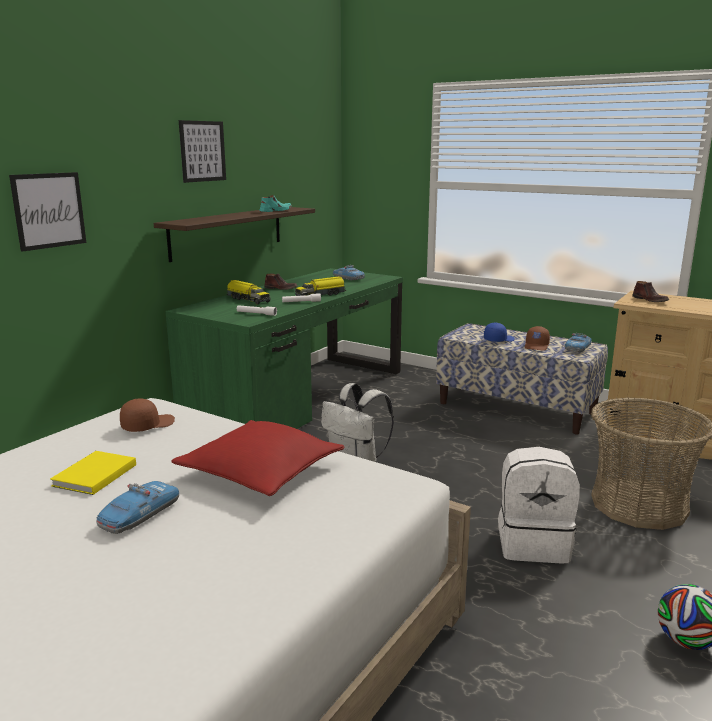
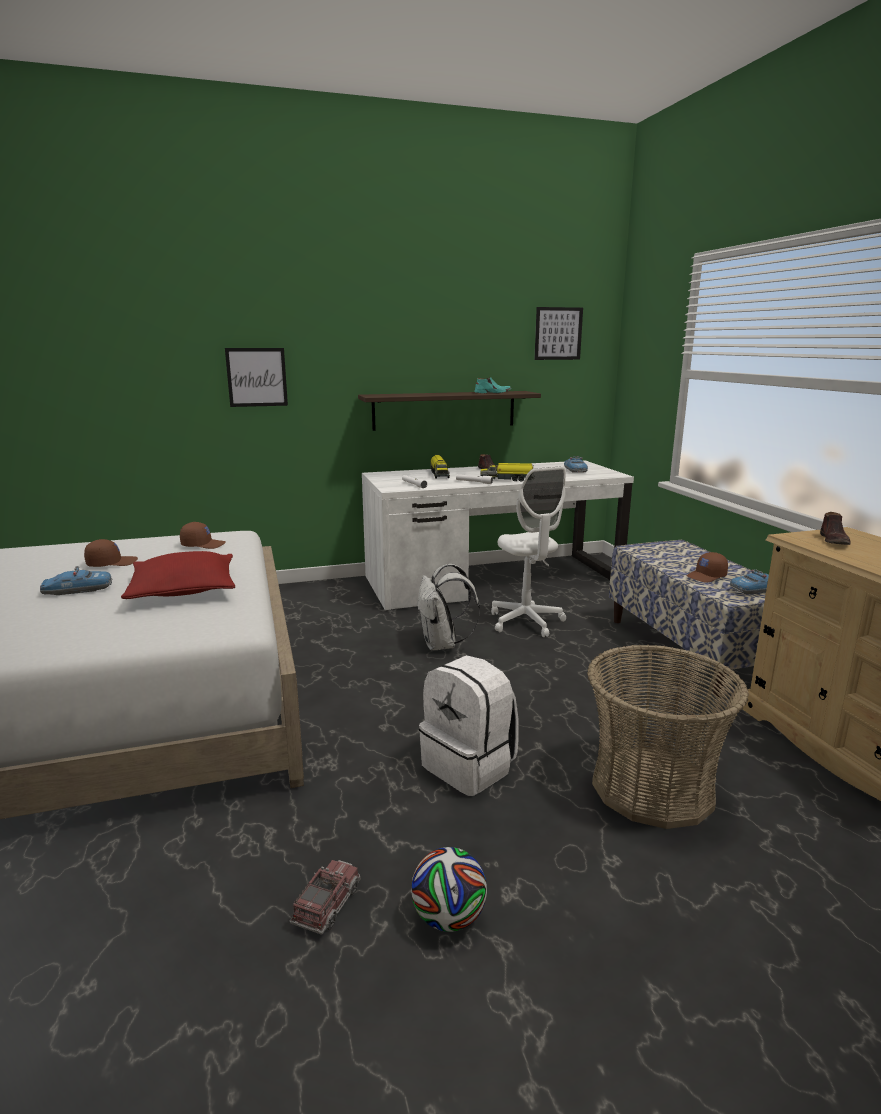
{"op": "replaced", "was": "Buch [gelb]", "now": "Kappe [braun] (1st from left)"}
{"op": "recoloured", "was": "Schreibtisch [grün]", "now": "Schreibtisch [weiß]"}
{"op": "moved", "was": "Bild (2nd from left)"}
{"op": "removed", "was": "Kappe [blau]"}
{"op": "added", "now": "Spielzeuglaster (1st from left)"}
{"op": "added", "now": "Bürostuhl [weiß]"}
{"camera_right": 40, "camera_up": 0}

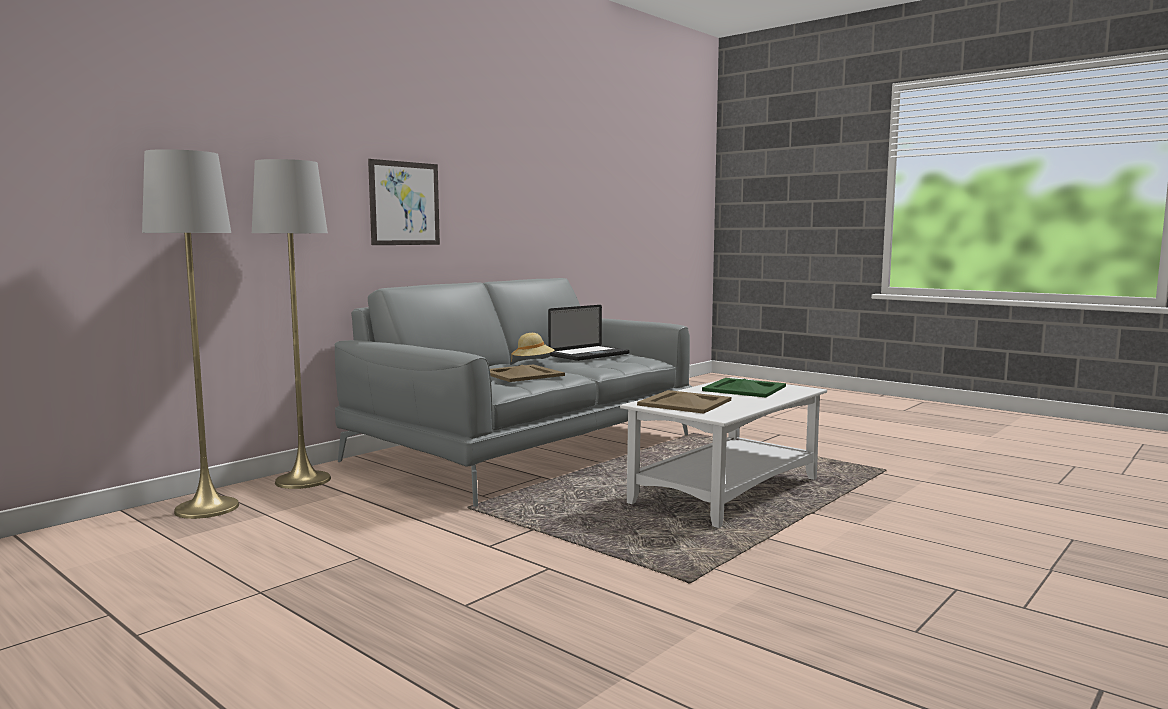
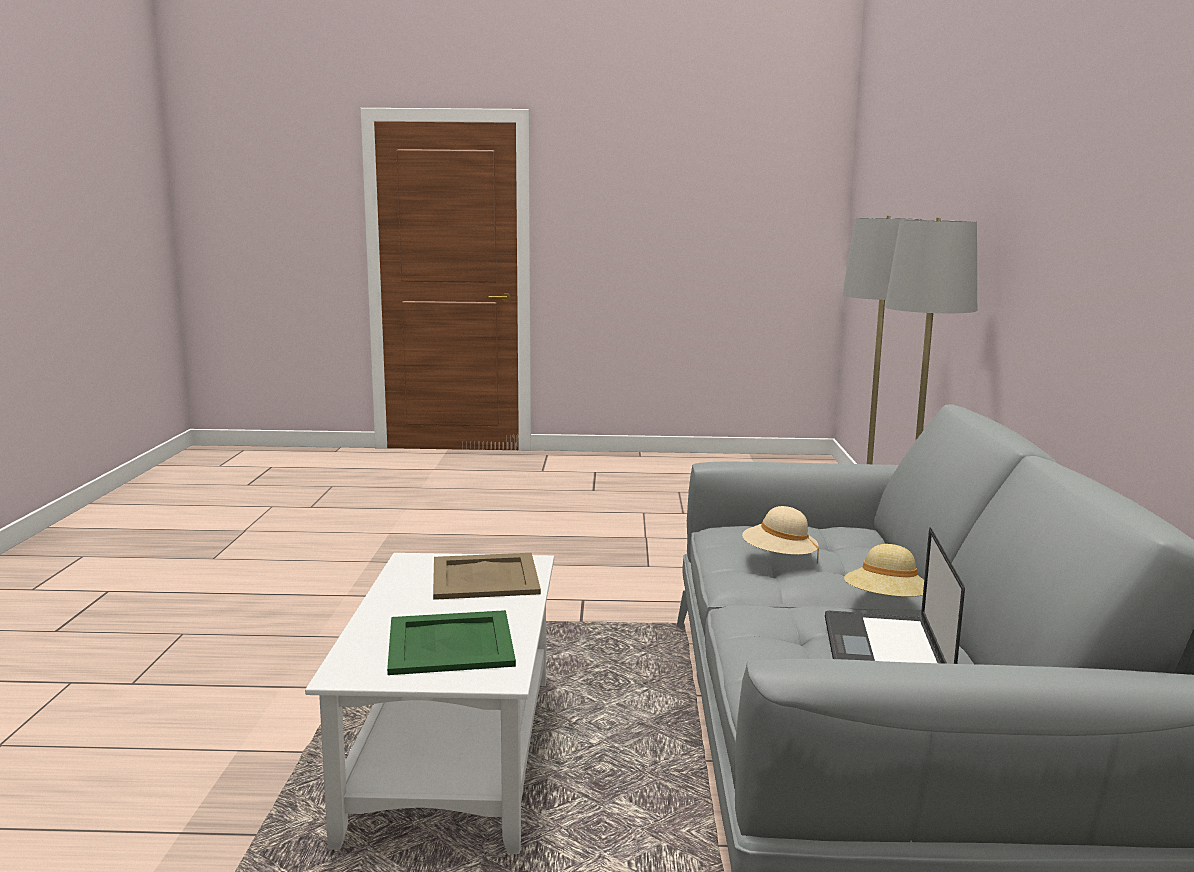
{"op": "removed", "was": "Bild"}
{"op": "replaced", "was": "Tablett [beige] (1st from left)", "now": "Hut [beige] (1st from left)"}
{"camera_right": 140, "camera_up": 5}

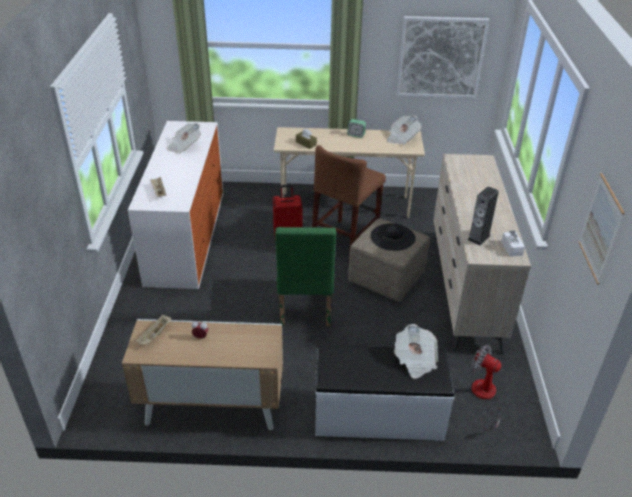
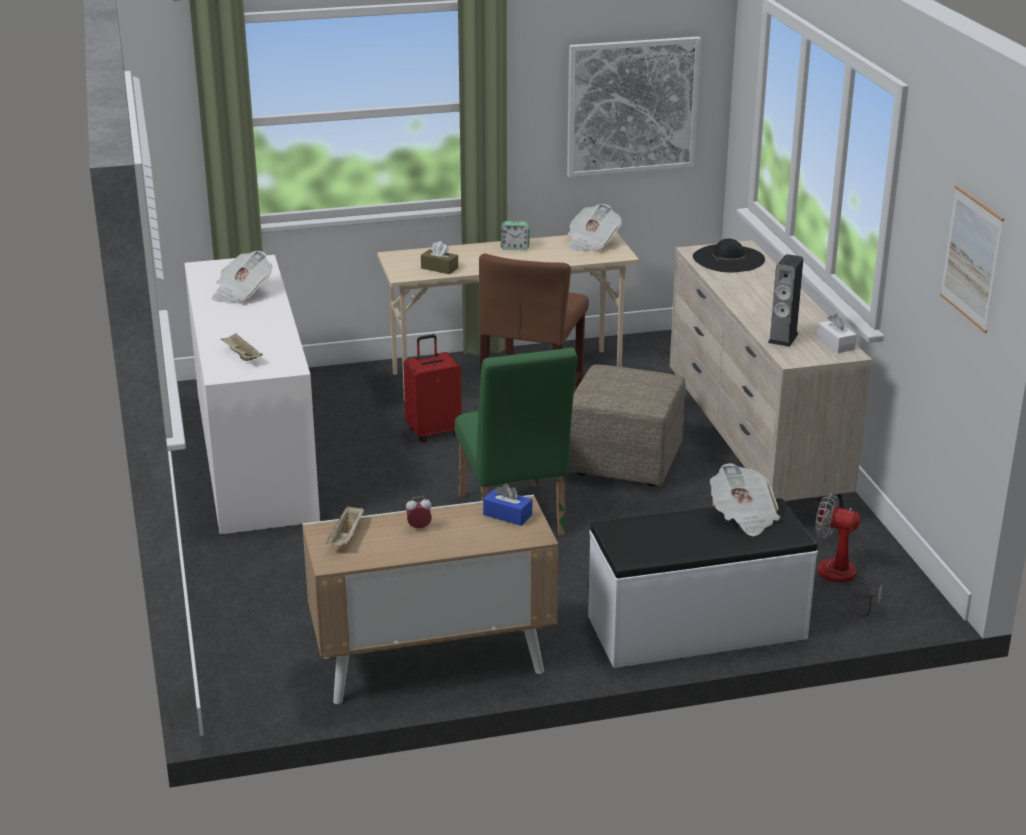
{"op": "moved", "was": "Hut [schwarz]"}
{"op": "added", "now": "Taschentuchbox [blau]"}
{"camera_right": -15, "camera_up": -10}

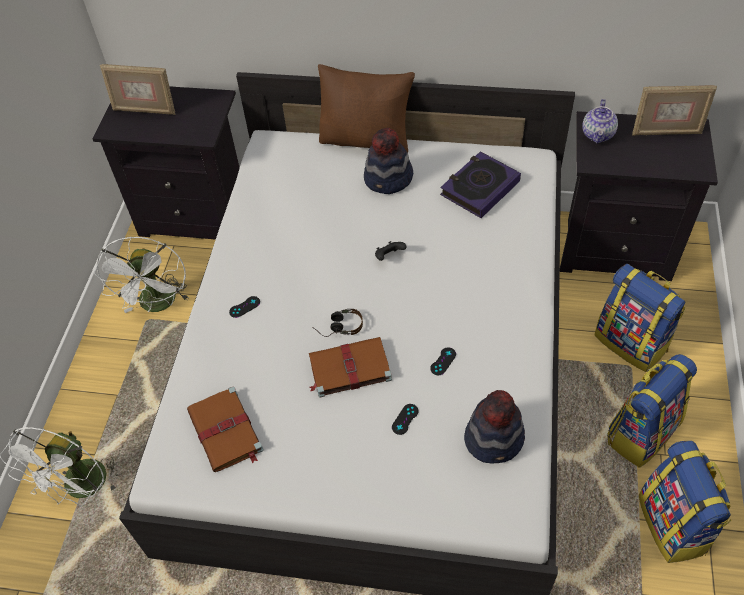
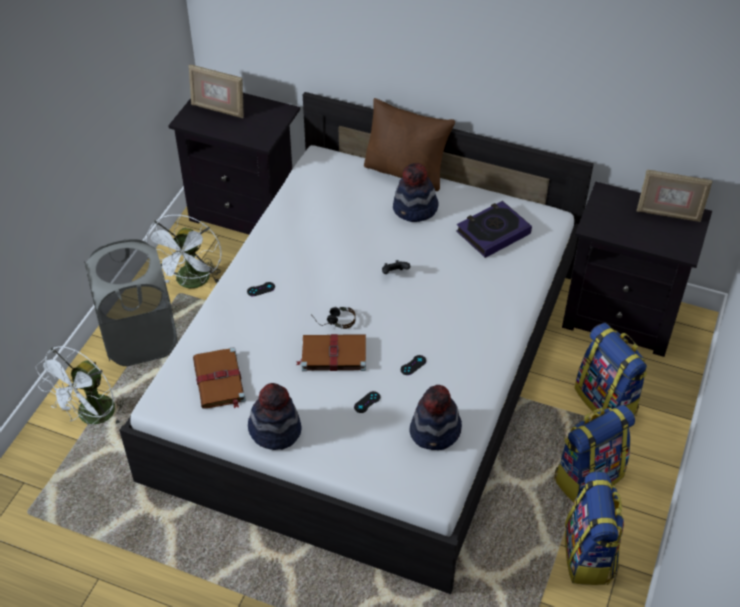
{"op": "removed", "was": "Teekanne"}
{"op": "added", "now": "Wäschekorb [grau]"}
{"op": "added", "now": "Hut (1st from left)"}
{"camera_right": 10, "camera_up": -5}

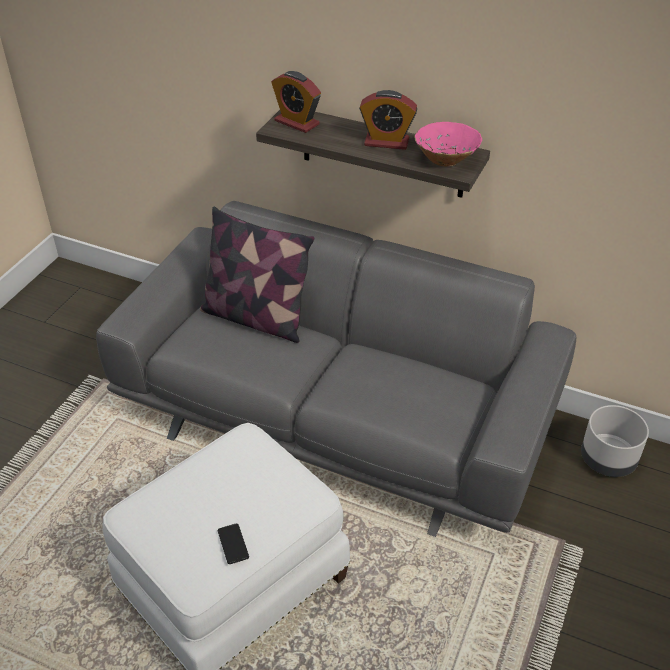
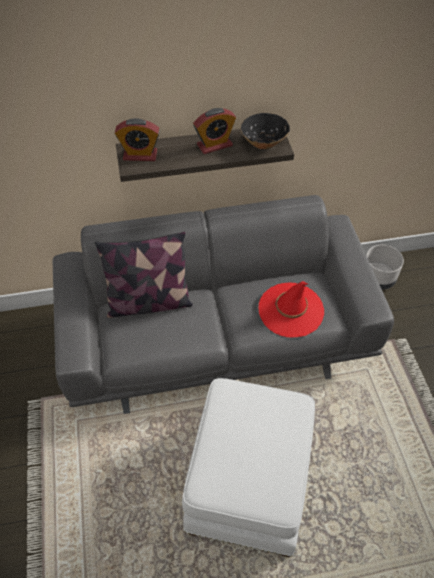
{"op": "removed", "was": "Handy"}
{"op": "recoloured", "was": "Schüssel [rosa]", "now": "Schüssel [schwarz]"}
{"op": "added", "now": "Hut [rot]"}
{"camera_right": -35, "camera_up": 10}

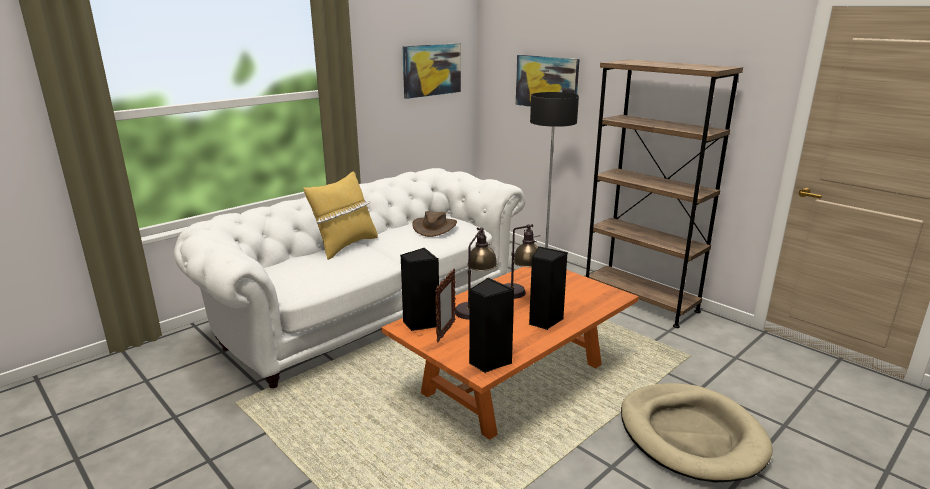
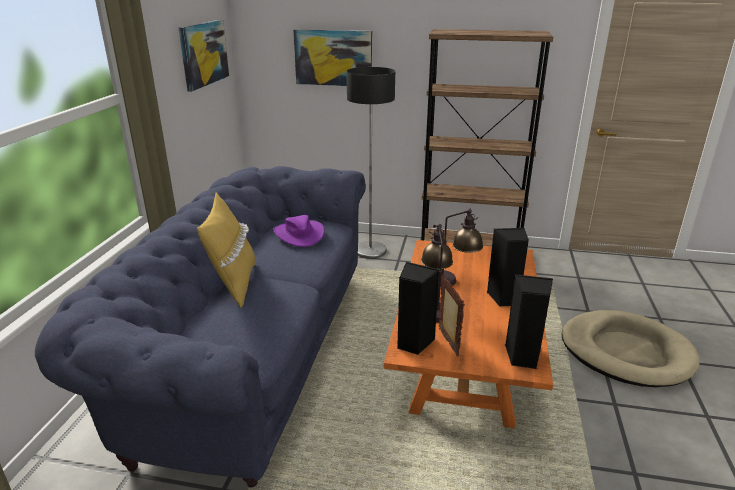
{"op": "recoloured", "was": "Sofa [weiß]", "now": "Sofa [blau]"}
{"op": "recoloured", "was": "Hut [braun]", "now": "Hut [lila]"}
{"camera_right": -35, "camera_up": 5}

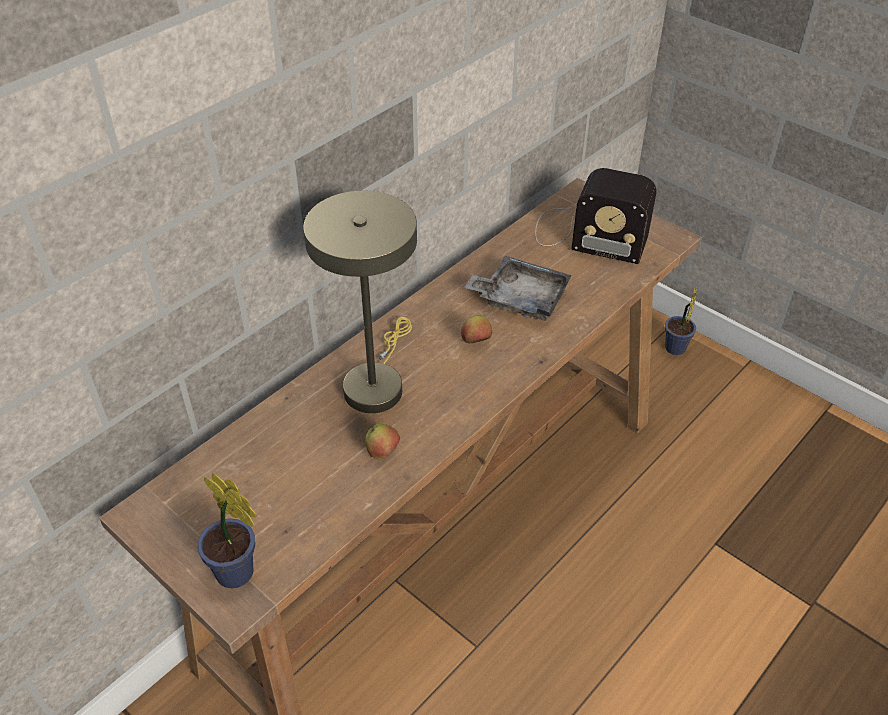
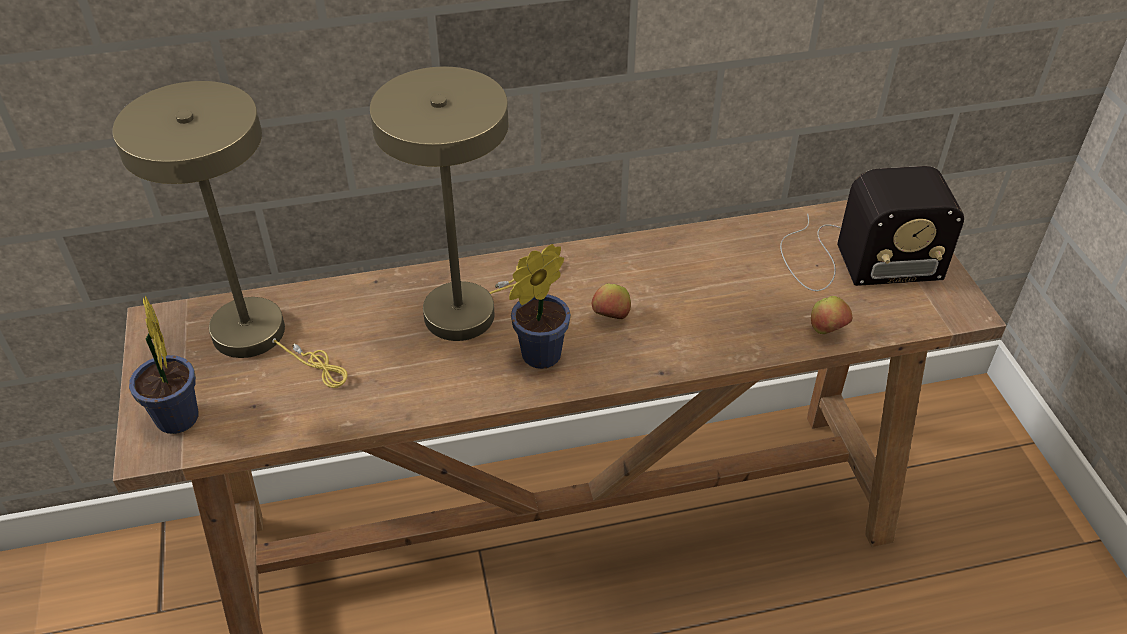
{"op": "moved", "was": "Apfel (1st from left in the first image)", "now": "Apfel (2nd from left)"}
{"op": "removed", "was": "Tablett [grau]"}
{"op": "turned", "was": "Radio", "clockwise": -60}
{"op": "moved", "was": "Topfpflanze (2nd from left)"}
{"op": "added", "now": "Tischlampe [beige] (1st from left)"}
{"camera_right": 35, "camera_up": 0}

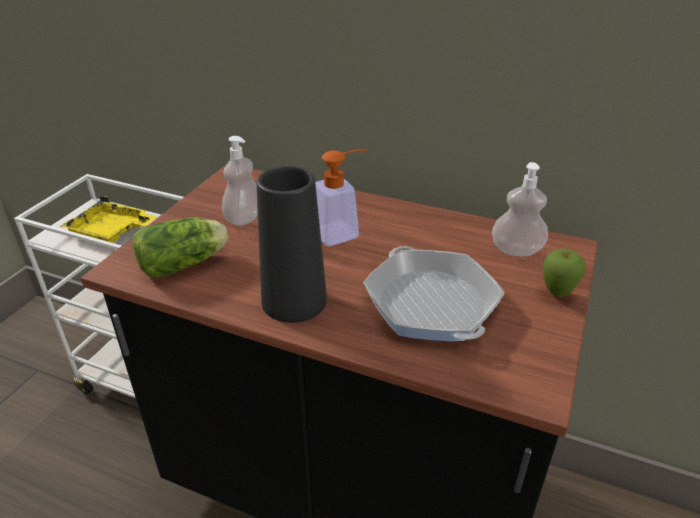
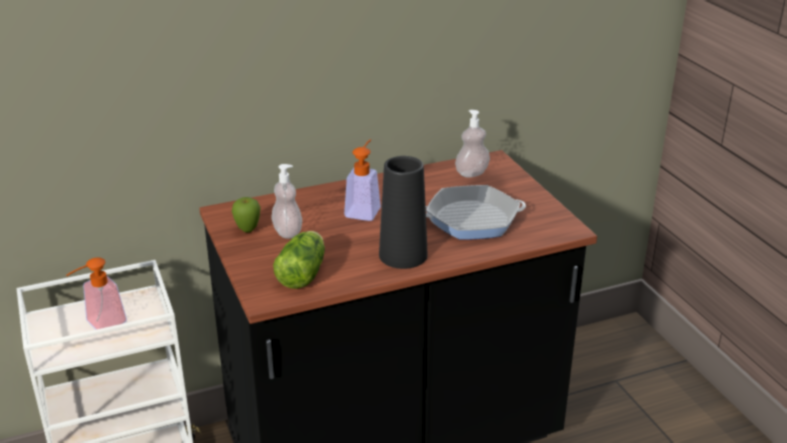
{"op": "replaced", "was": "Tablett [gelb]", "now": "Seifenspender (1st from left)"}
{"op": "turned", "was": "Pfanne", "clockwise": 150}
{"op": "moved", "was": "Apfel"}
{"camera_right": -45, "camera_up": -5}

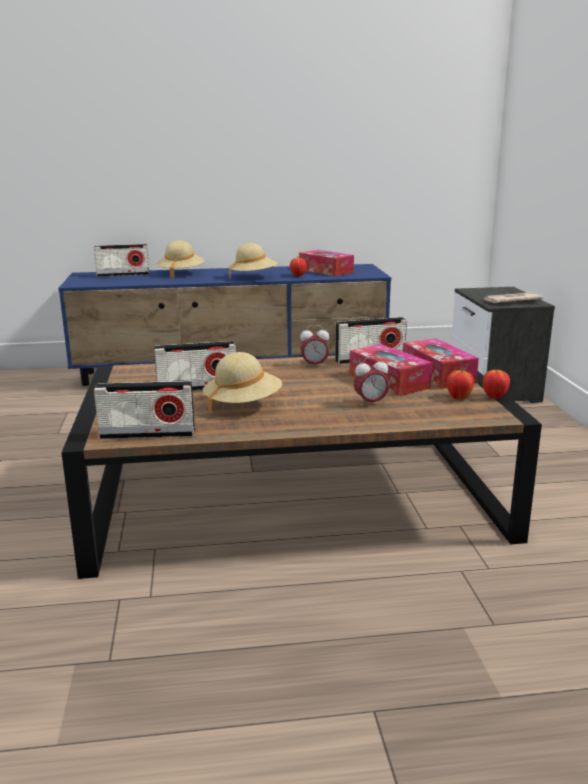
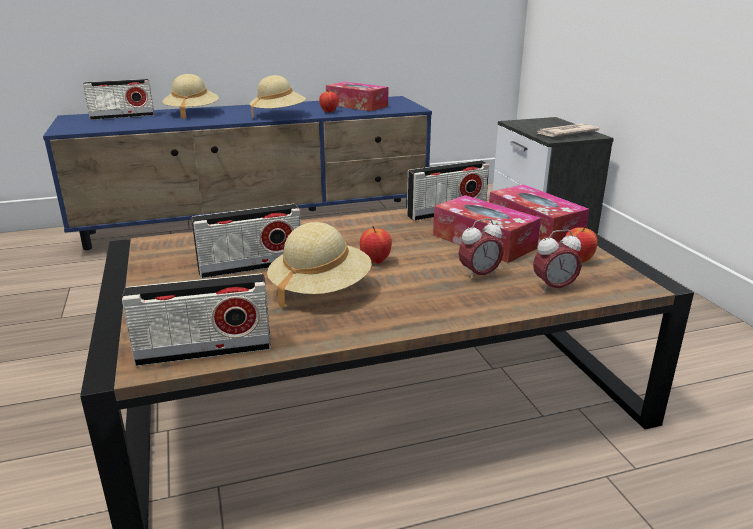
{"op": "moved", "was": "Wecker (1st from left in the first image)", "now": "Wecker (2nd from left)"}
{"op": "moved", "was": "Apfel (3rd from left in the first image)", "now": "Apfel (2nd from left)"}
{"camera_right": -10, "camera_up": 5}

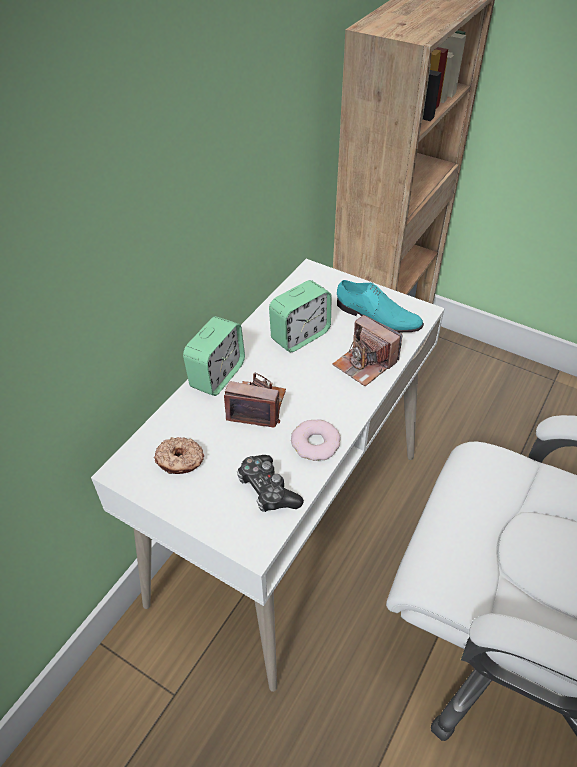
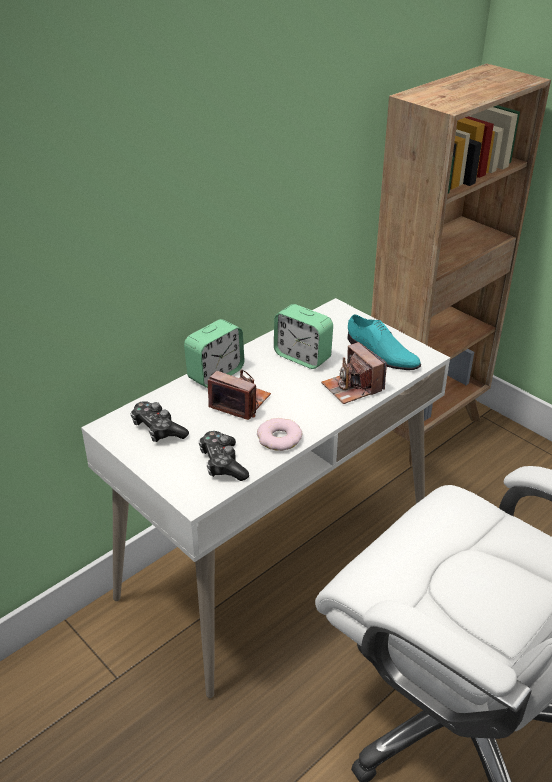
{"op": "replaced", "was": "Donut (1st from left)", "now": "Gamepad (1st from left)"}
{"op": "turned", "was": "Wecker (2nd from left)", "clockwise": 60}
{"camera_right": 15, "camera_up": -10}

